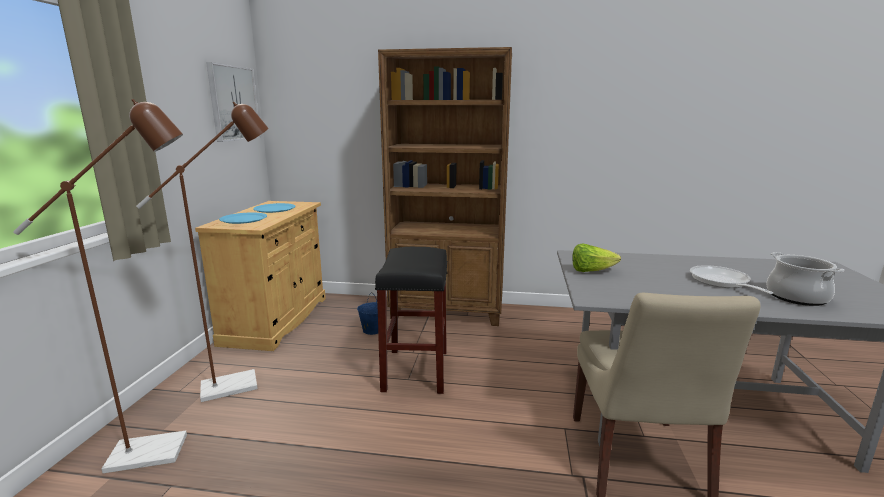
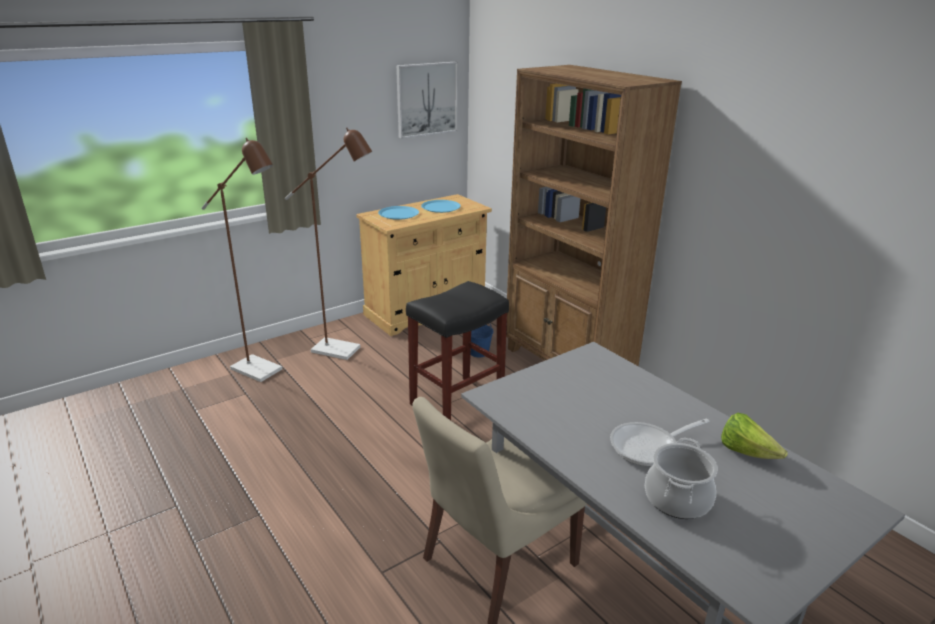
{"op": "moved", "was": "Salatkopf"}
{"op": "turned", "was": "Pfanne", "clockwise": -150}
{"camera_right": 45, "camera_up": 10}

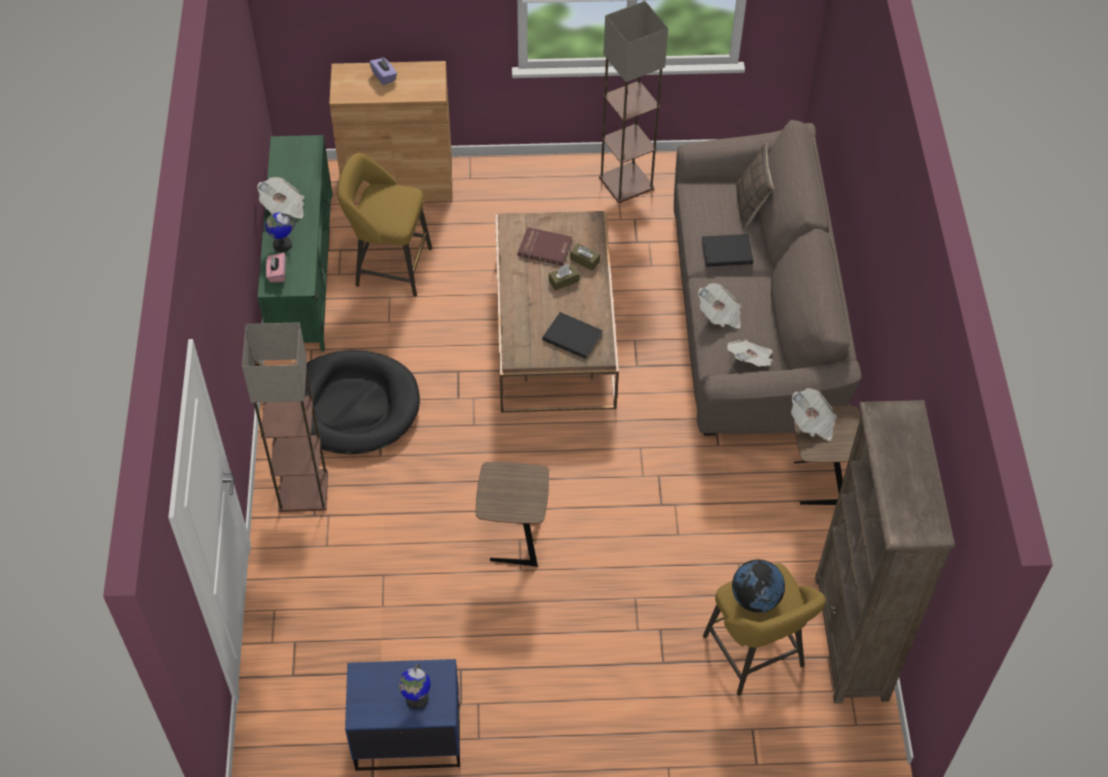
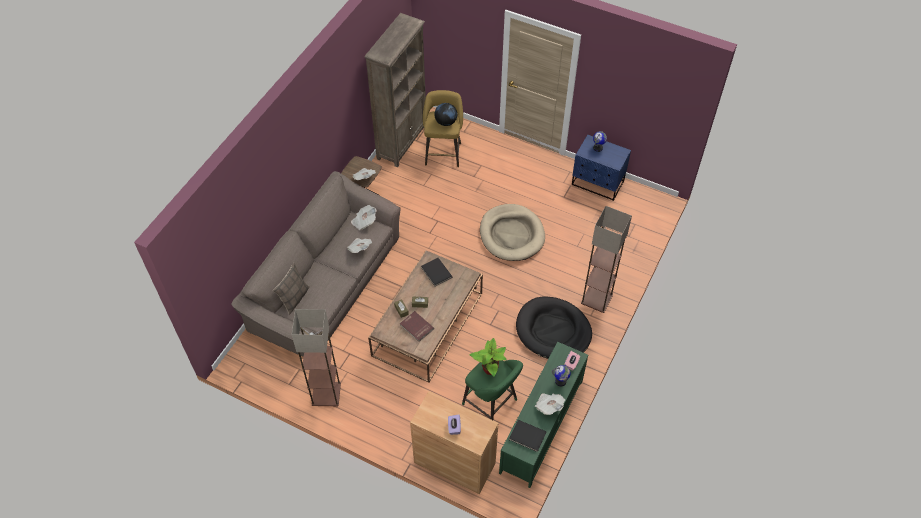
{"op": "recoloured", "was": "Hocker [gelb] (1st from left)", "now": "Hocker [grün]"}
{"op": "replaced", "was": "Beistelltisch [braun] (1st from left)", "now": "Hundebett [beige]"}
{"op": "moved", "was": "Buch [schwarz] (2nd from left)"}
{"op": "added", "now": "Topfpflanze"}
{"camera_right": -150, "camera_up": 0}

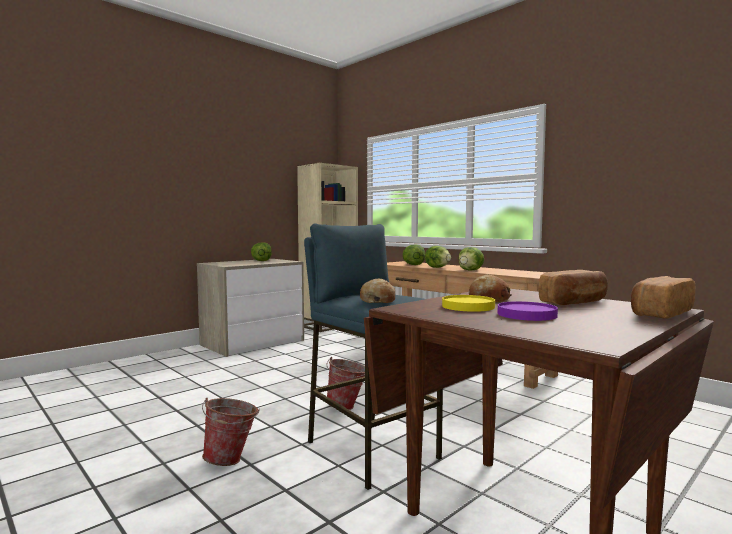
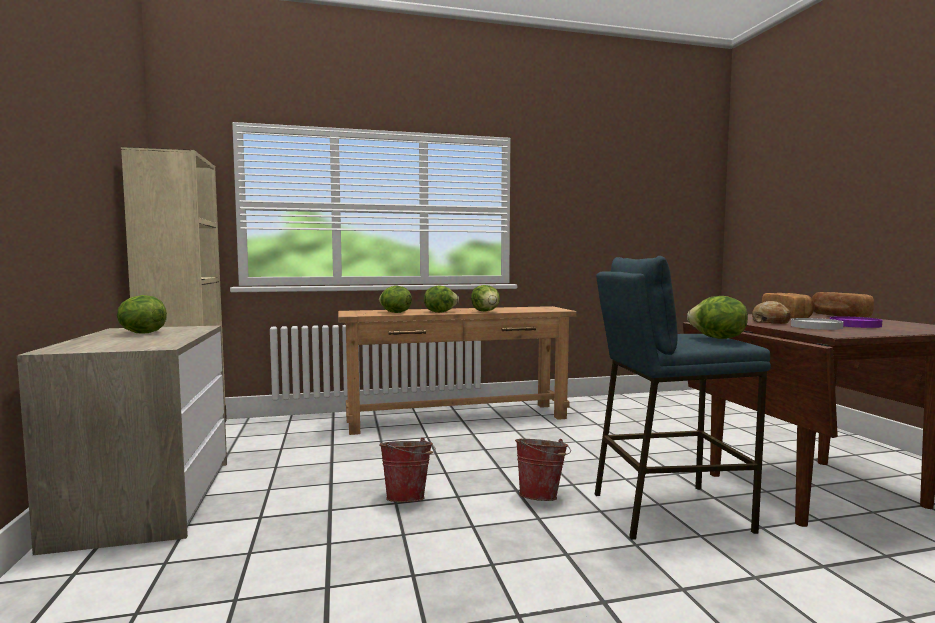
{"op": "moved", "was": "Eimer (1st from left)"}
{"op": "replaced", "was": "Brot (1st from left)", "now": "Salatkopf (5th from left)"}
{"op": "recoloured", "was": "Teller [gelb]", "now": "Teller [weiß]"}
{"camera_right": -60, "camera_up": 0}

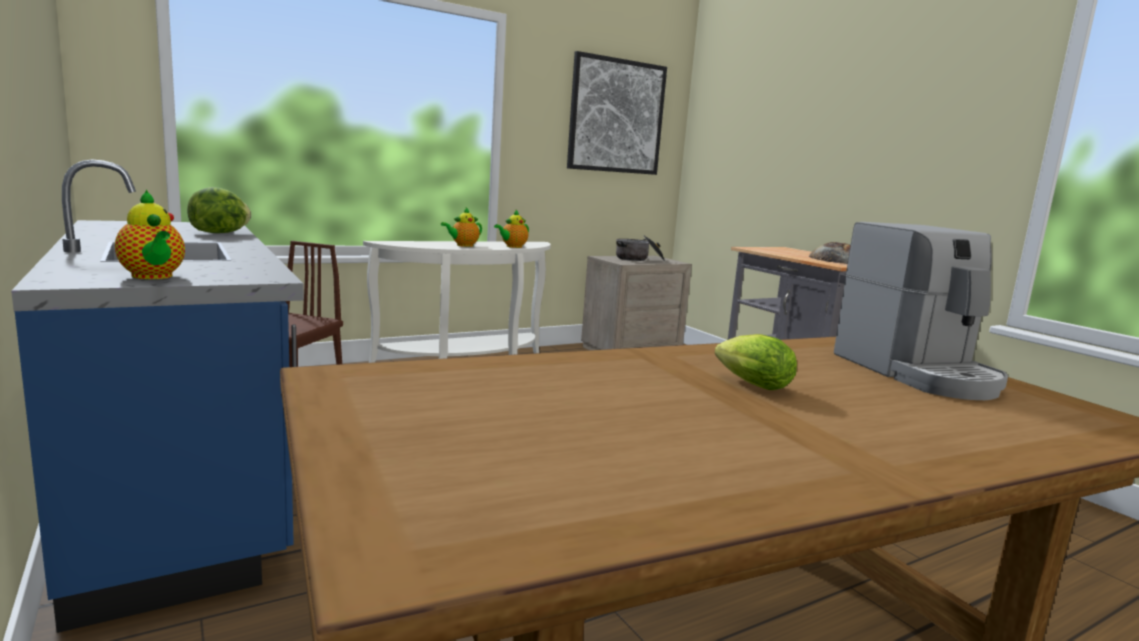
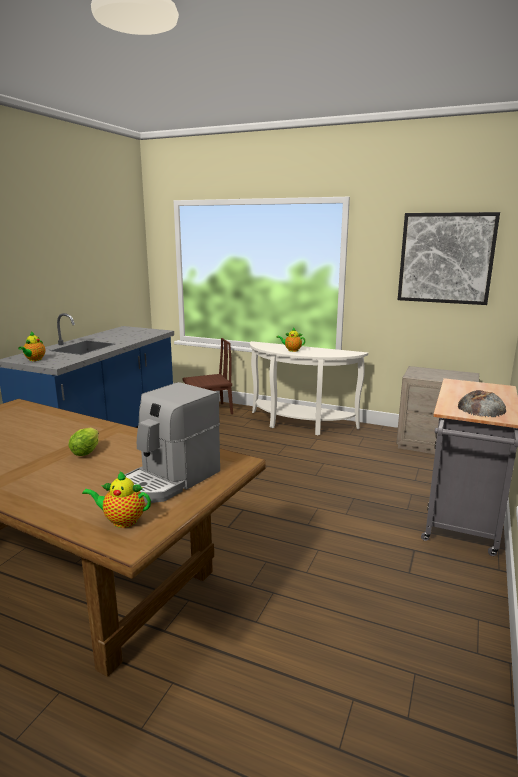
{"op": "removed", "was": "Salatkopf (1st from left)"}
{"op": "moved", "was": "Teekanne (3rd from left in the first image)", "now": "Teekanne (2nd from left)"}
{"op": "removed", "was": "Kochtopf"}
{"camera_right": 55, "camera_up": 5}

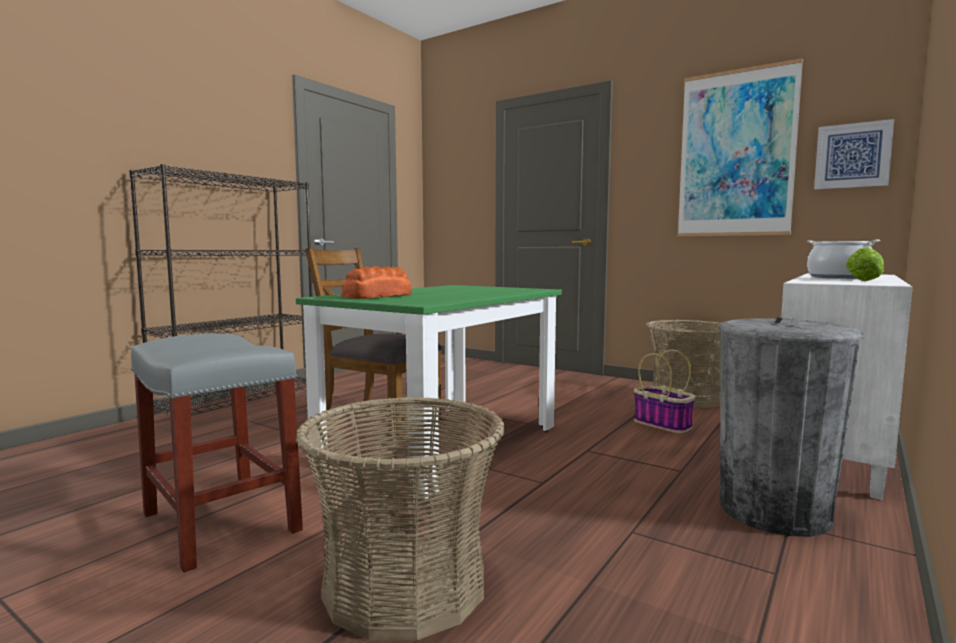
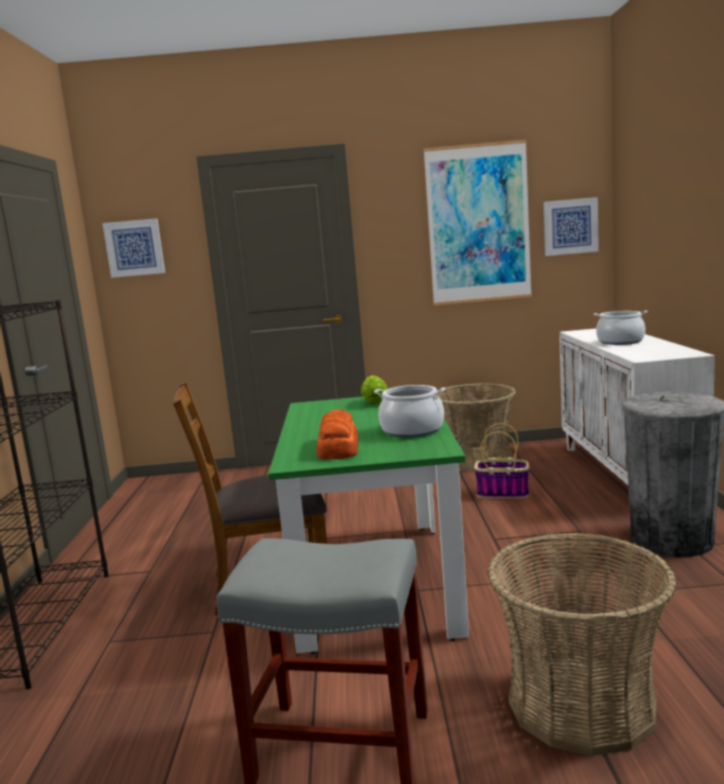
{"op": "moved", "was": "Salatkopf"}
{"op": "added", "now": "Bild (1st from left)"}
{"op": "added", "now": "Kochtopf (1st from left)"}
{"camera_right": -35, "camera_up": 5}

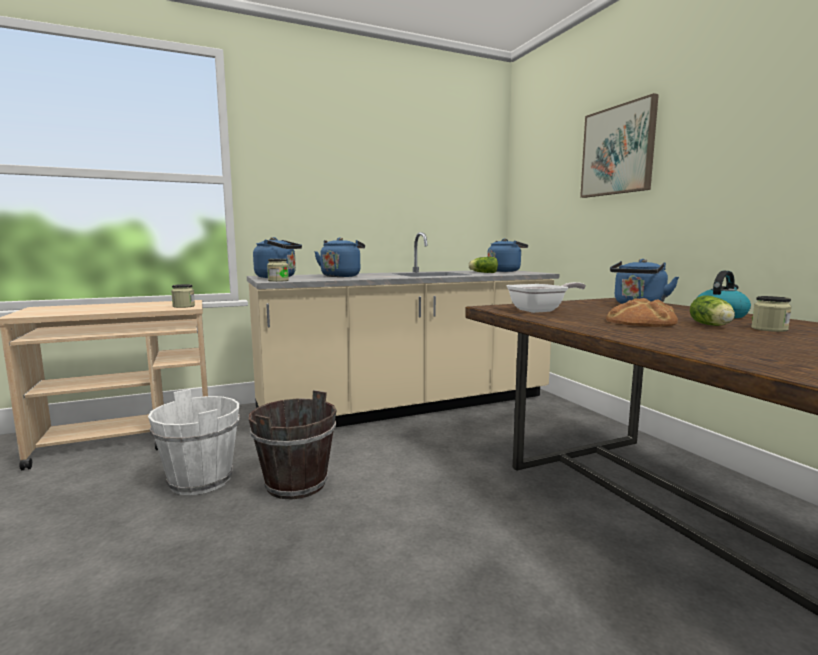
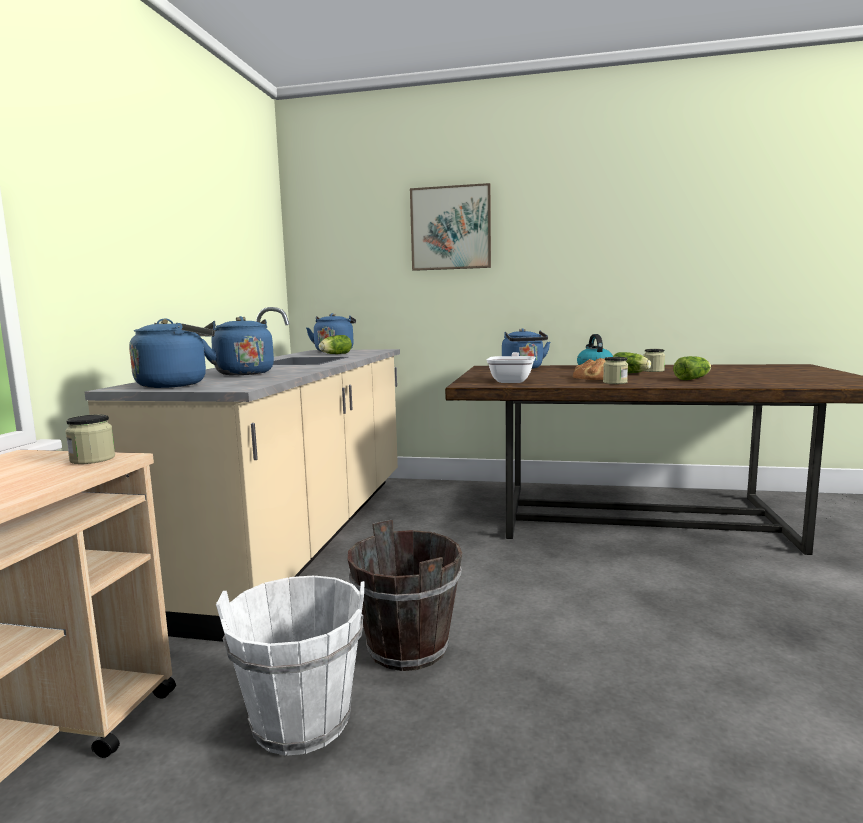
{"op": "moved", "was": "Vorratsglas (2nd from left)"}
{"op": "added", "now": "Salatkopf (3rd from left)"}
{"camera_right": -55, "camera_up": 0}

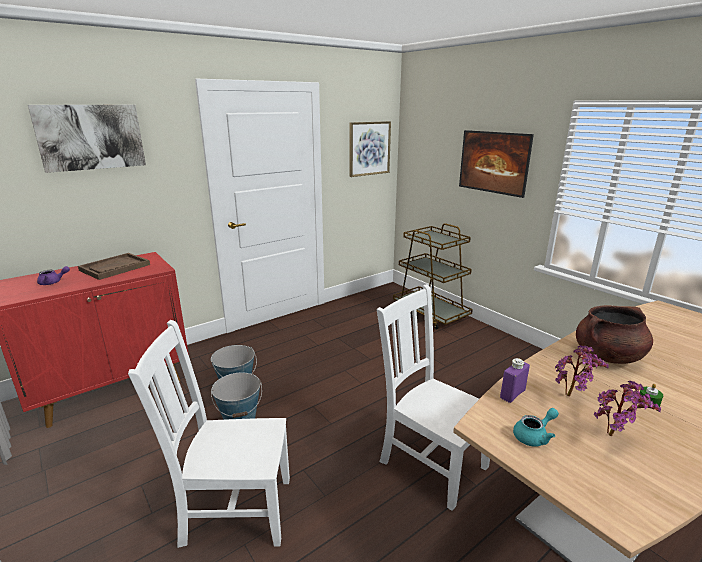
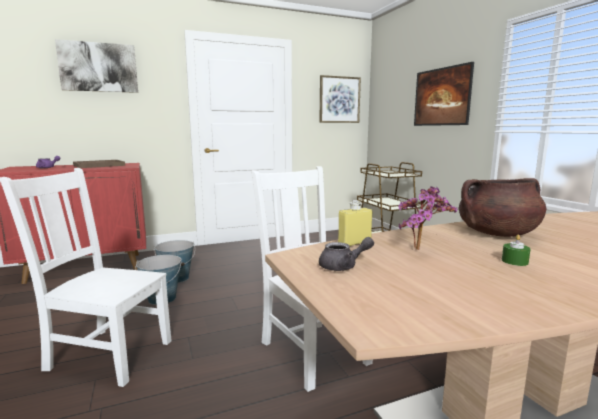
{"op": "recoloured", "was": "Flasche [lila]", "now": "Flasche [gelb]"}
{"op": "recoloured", "was": "Teekanne [türkis]", "now": "Teekanne [grau]"}
{"op": "removed", "was": "Topfpflanze (2nd from left)"}
{"camera_right": 15, "camera_up": -10}

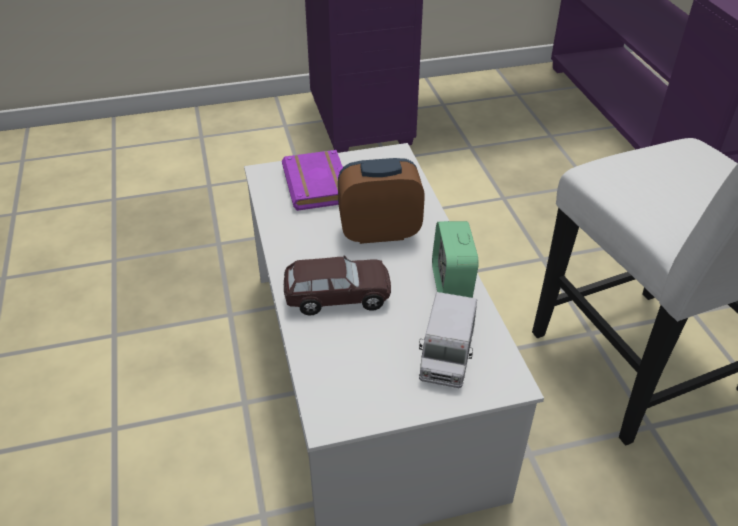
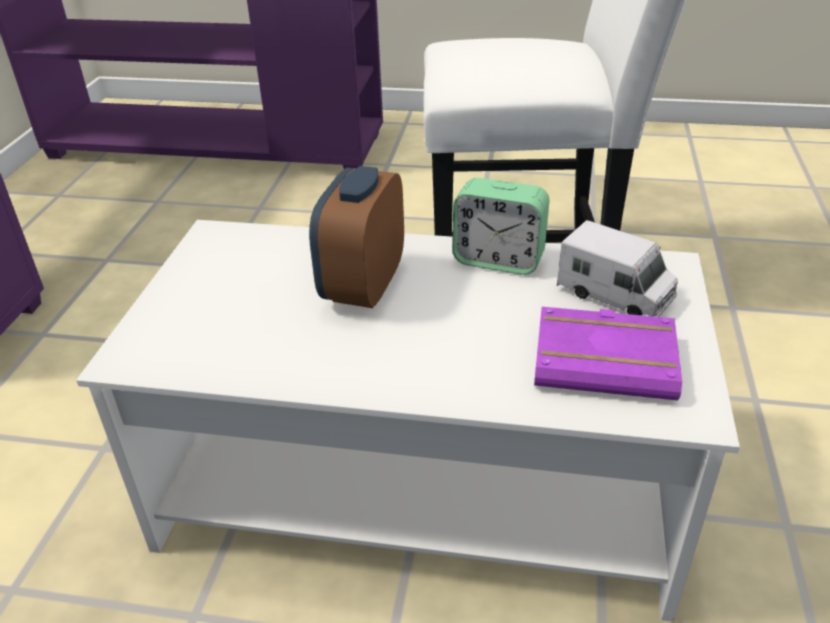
{"op": "moved", "was": "Buch [lila]"}
{"op": "removed", "was": "Spielzeugauto [braun]"}
{"camera_right": -65, "camera_up": -5}

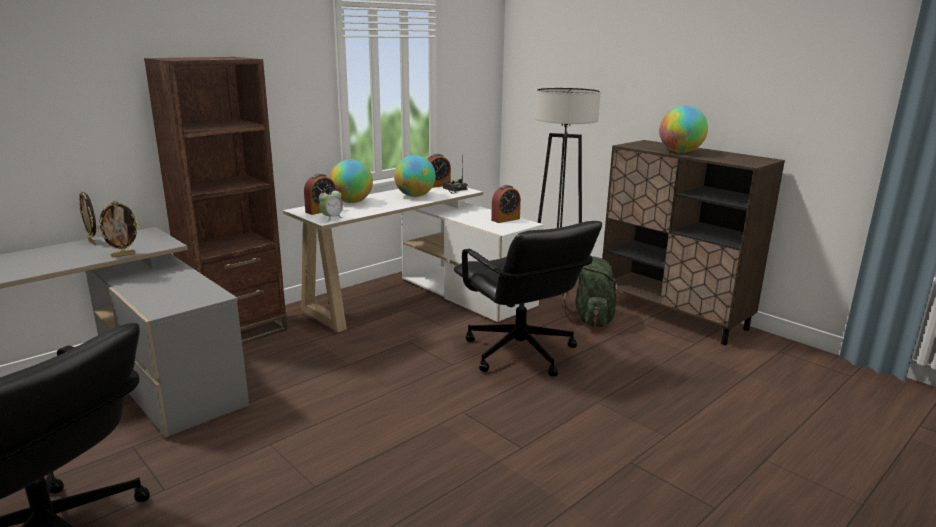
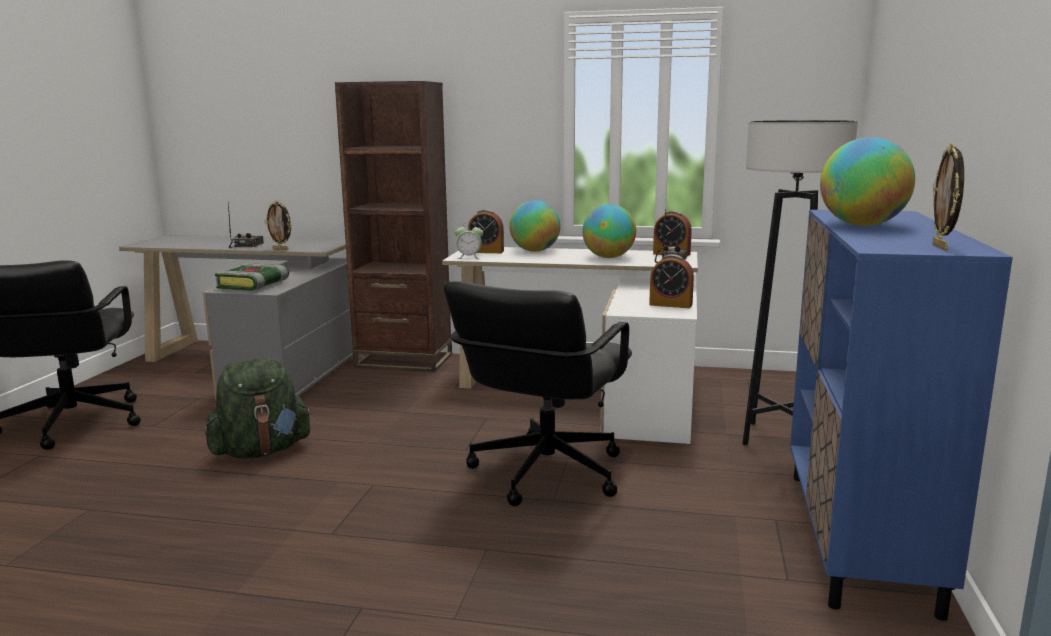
{"op": "moved", "was": "Bilderrahmen (1st from left in the first image)", "now": "Bilderrahmen (2nd from left)"}
{"op": "moved", "was": "Rucksack [grün]"}
{"op": "recoloured", "was": "Schrank [braun]", "now": "Schrank [blau]"}
{"op": "added", "now": "Buch"}
{"op": "added", "now": "Radio (1st from left)"}
{"camera_right": 55, "camera_up": -5}

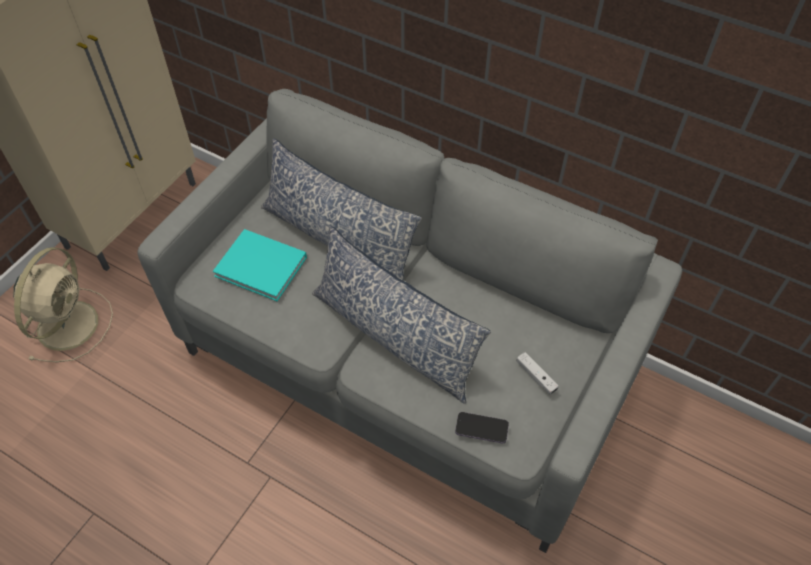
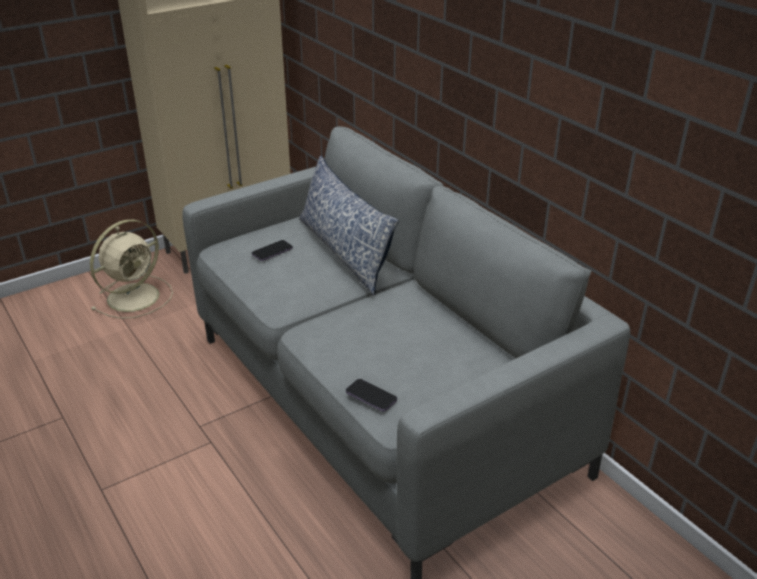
{"op": "replaced", "was": "Buch [türkis]", "now": "Handy (1st from left)"}
{"op": "removed", "was": "Kissen (2nd from left)"}
{"op": "removed", "was": "Gamepad [weiß]"}
{"camera_right": 25, "camera_up": -20}

